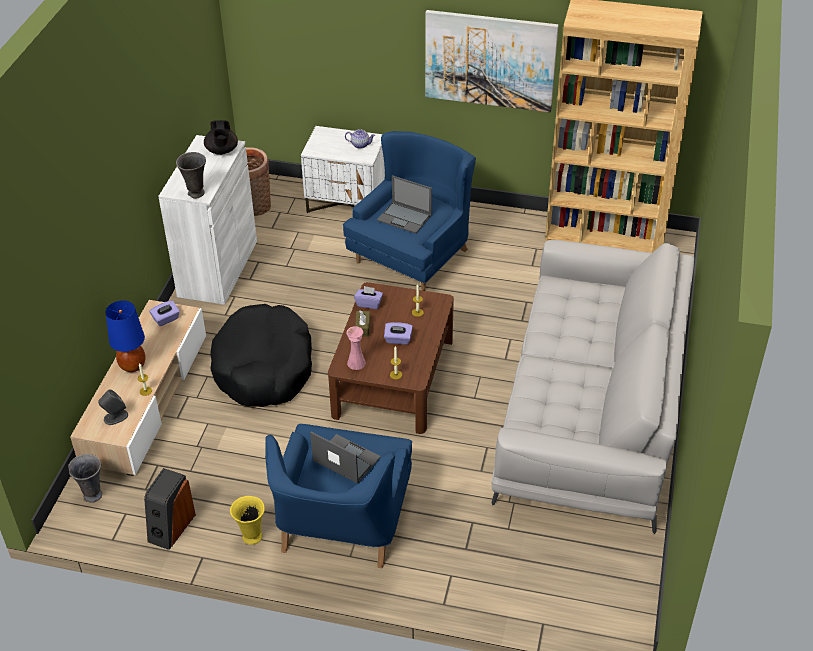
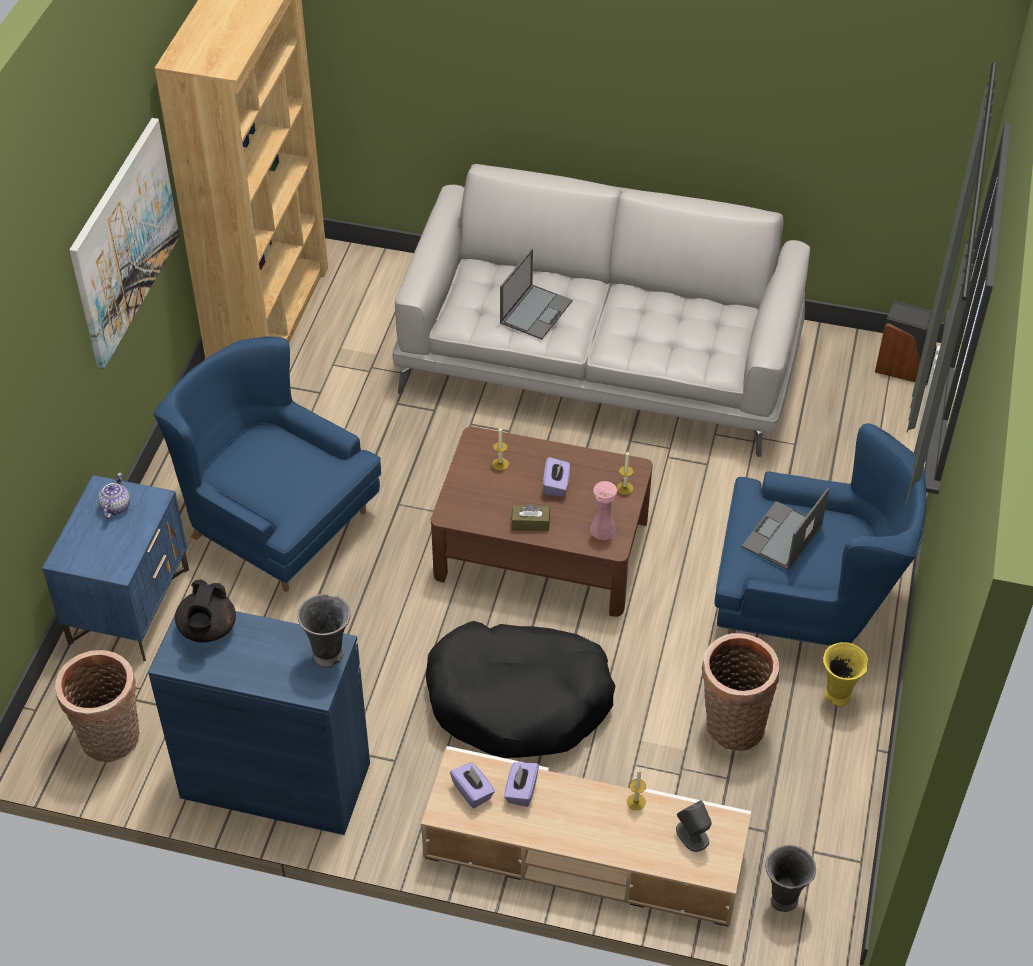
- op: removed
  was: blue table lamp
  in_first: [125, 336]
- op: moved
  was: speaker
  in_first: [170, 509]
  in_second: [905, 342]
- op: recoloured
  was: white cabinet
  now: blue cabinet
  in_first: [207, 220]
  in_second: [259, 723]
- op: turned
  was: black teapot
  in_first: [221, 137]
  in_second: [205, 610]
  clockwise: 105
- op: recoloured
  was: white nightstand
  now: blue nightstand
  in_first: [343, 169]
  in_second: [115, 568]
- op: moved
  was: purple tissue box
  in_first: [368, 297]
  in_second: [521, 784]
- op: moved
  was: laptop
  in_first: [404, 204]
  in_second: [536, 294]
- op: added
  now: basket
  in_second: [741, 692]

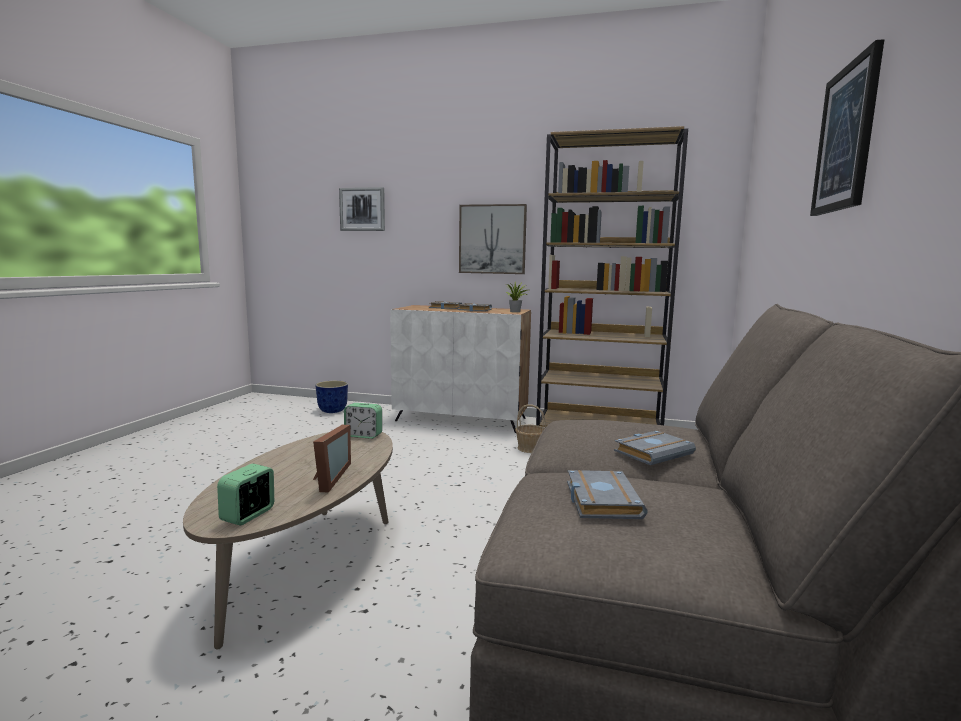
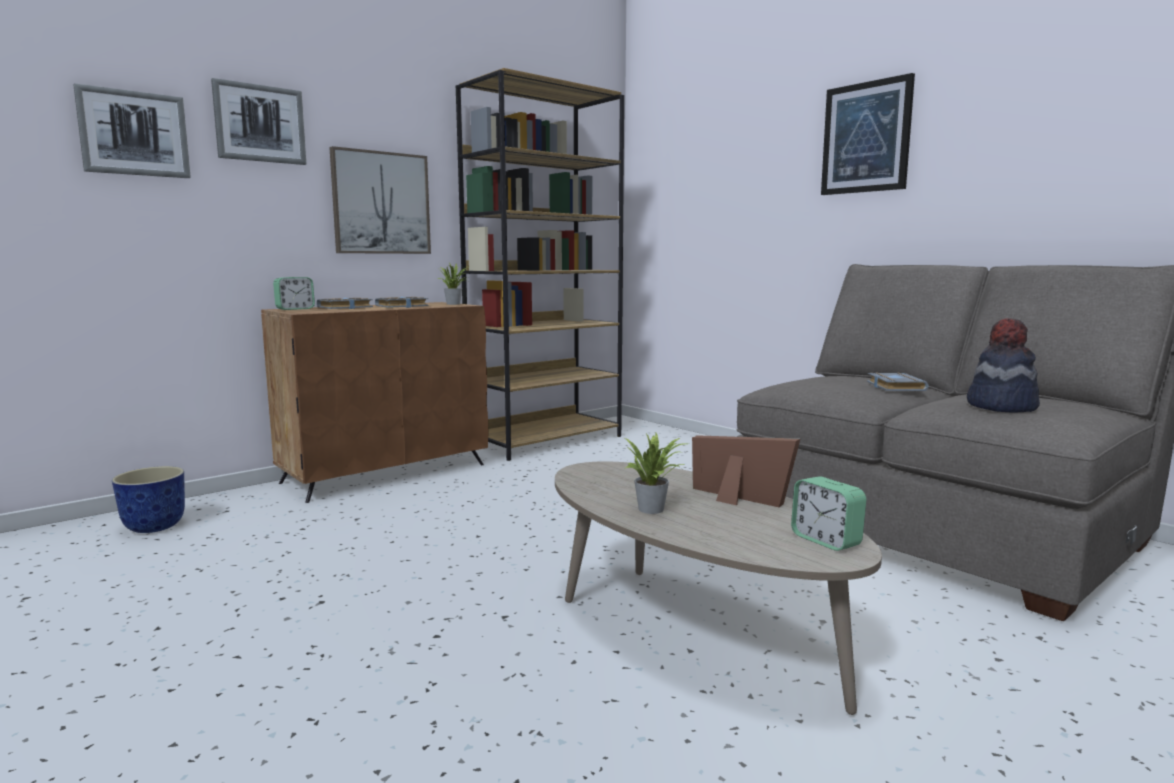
- op: moved
  was: alarm clock
  in_first: [363, 421]
  in_second: [294, 293]
- op: recoloured
  was: white cabinet
  now: brown cabinet
  in_first: [460, 369]
  in_second: [374, 402]
- op: removed
  was: basket
  in_first: [530, 428]
- op: replaced
  was: grey book
  now: hat
  in_first: [607, 494]
  in_second: [1003, 365]
- op: added
  now: picture
  in_second: [258, 121]
- op: added
  now: potted plant
  in_second: [656, 473]

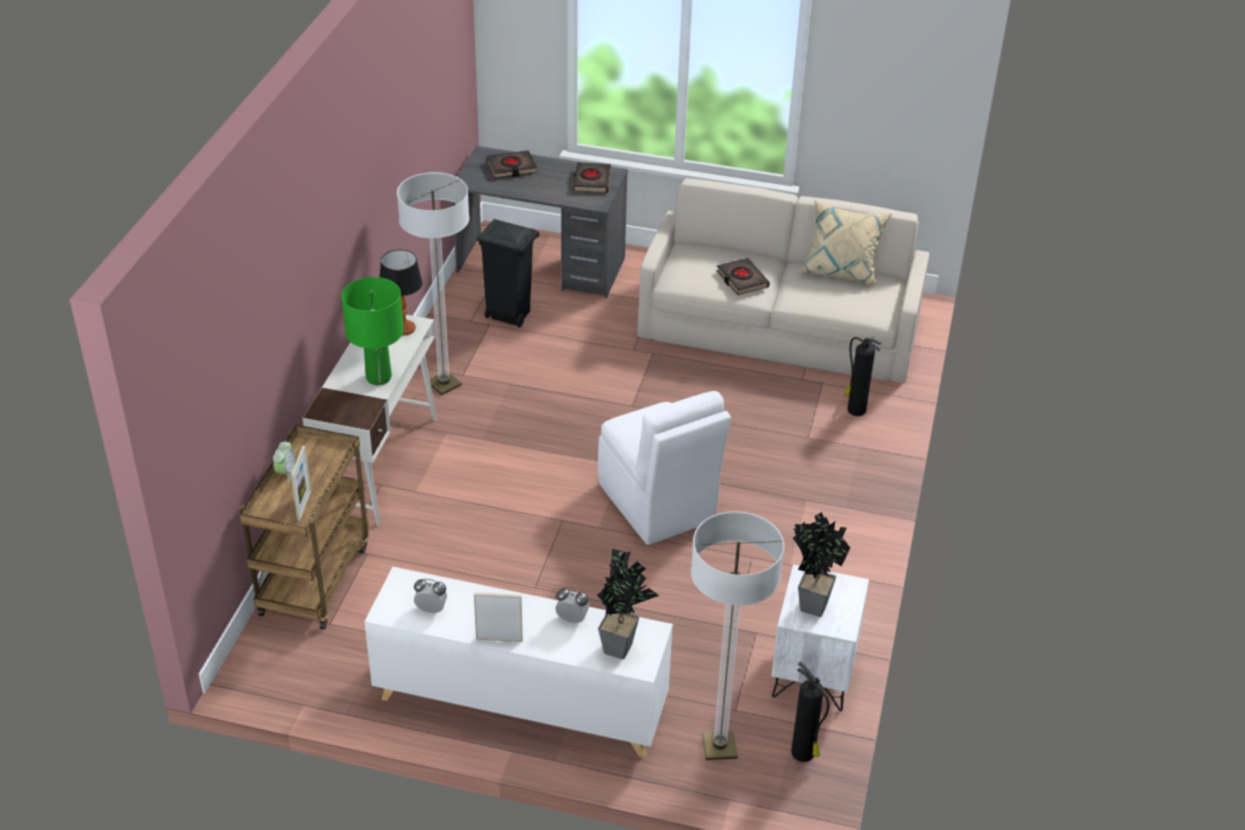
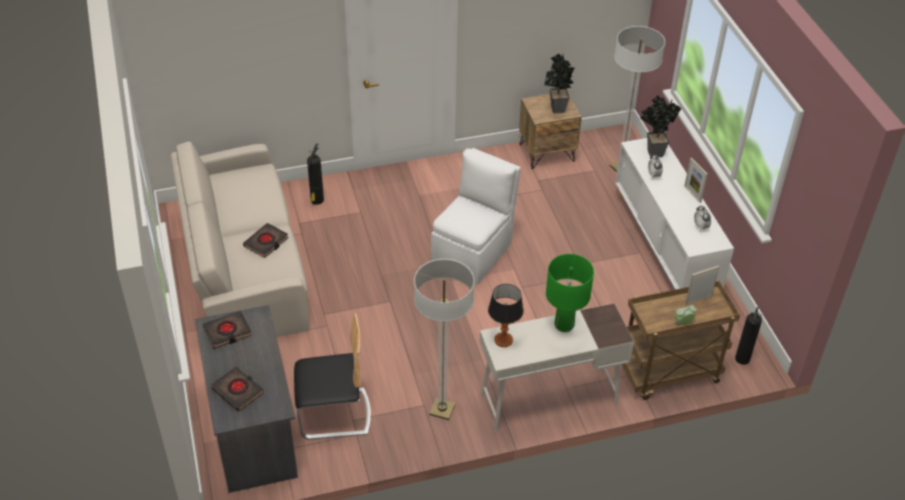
- op: replaced
  was: black trash can
  now: chair
  in_first: [507, 273]
  in_second: [332, 376]
- op: recoloured
  was: white nightstand
  now: brown nightstand
  in_first: [820, 638]
  in_second: [550, 131]
- op: moved
  was: fire extinguisher
  in_first: [810, 712]
  in_second: [748, 336]
- op: removed
  was: beige pillow
  in_first: [845, 242]

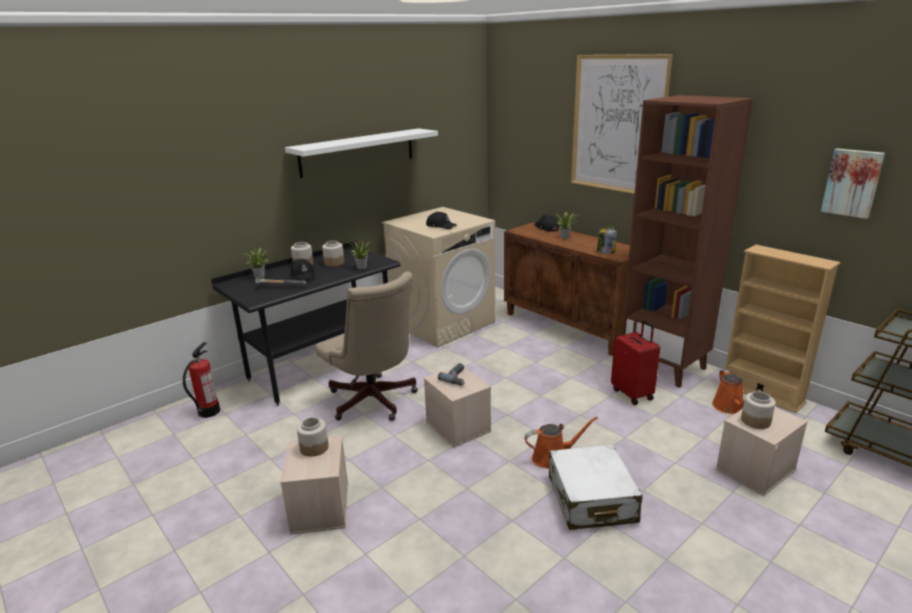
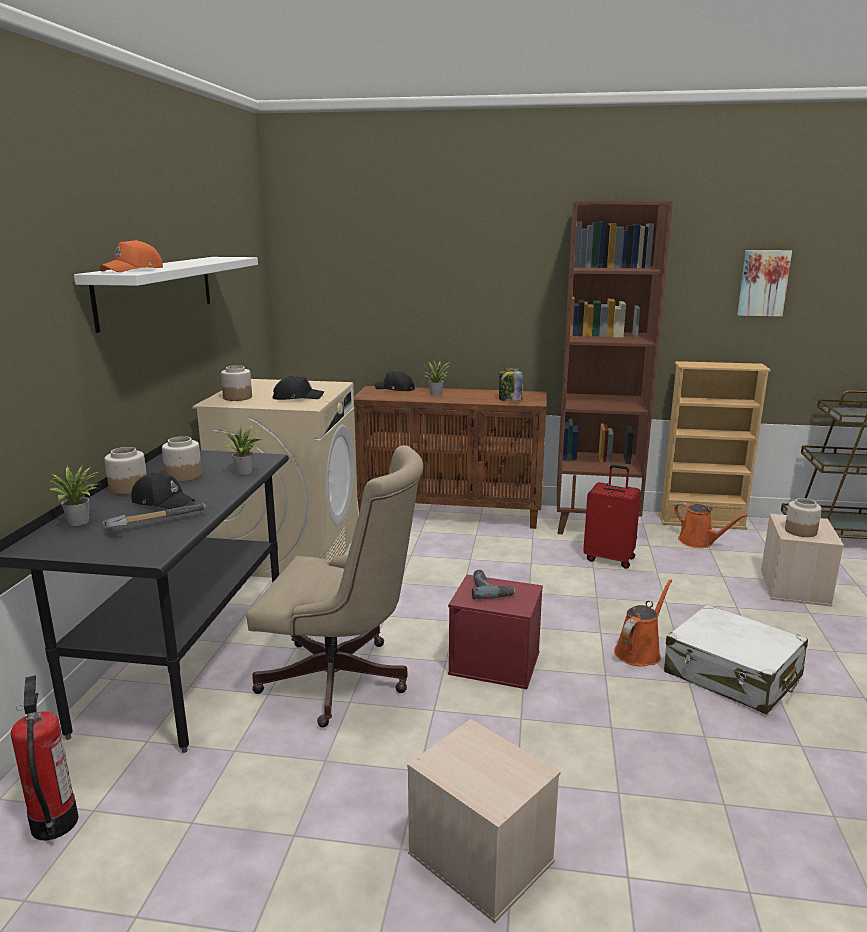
- op: moved
  was: jar
  in_first: [313, 437]
  in_second: [236, 383]
- op: recoloured
  was: beige storage box
  now: red storage box
  in_first: [457, 408]
  in_second: [495, 632]
- op: removed
  was: picture
  in_first: [622, 124]
- op: added
  now: orange cap
  in_second: [131, 256]

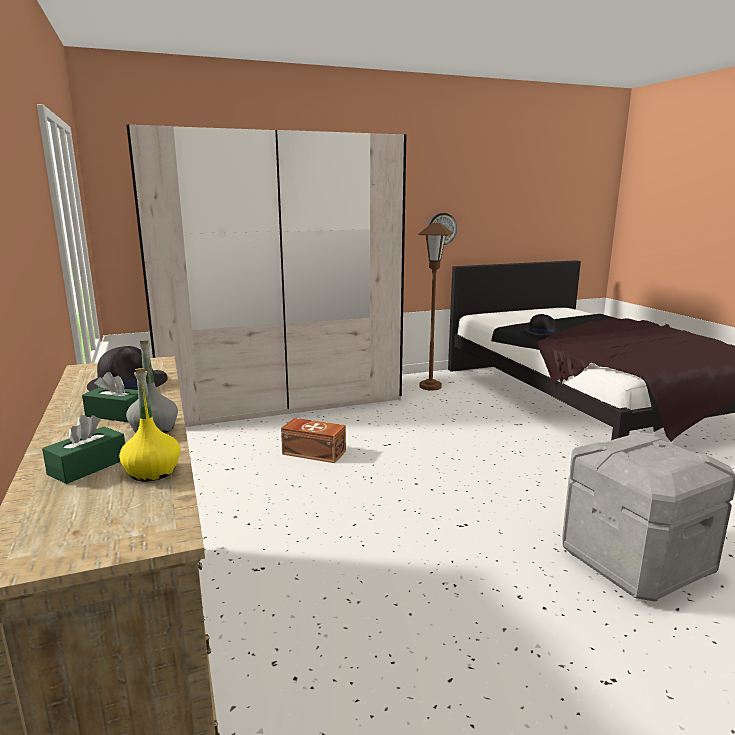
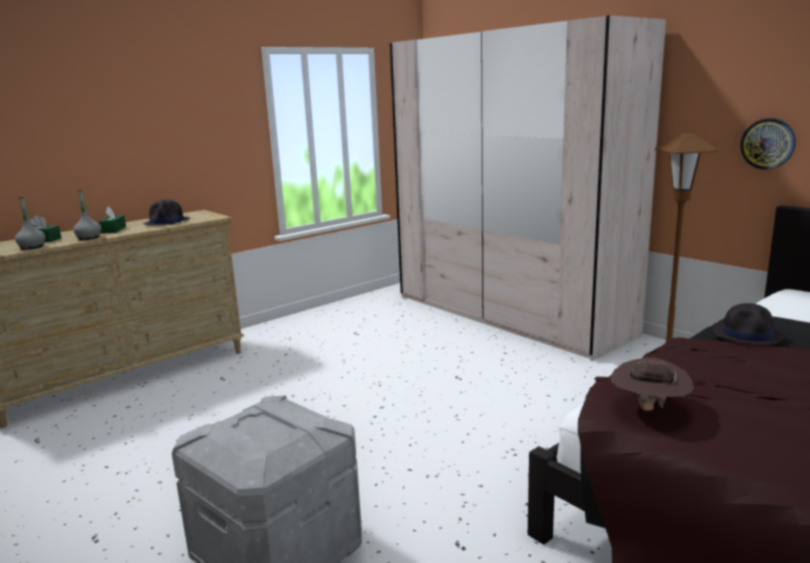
- op: recoloured
  was: yellow bottle
  now: grey bottle
  in_first: [149, 424]
  in_second: [30, 223]
- op: removed
  was: brown storage box
  in_first: [313, 440]
- op: added
  now: brown hat
  in_second: [652, 384]

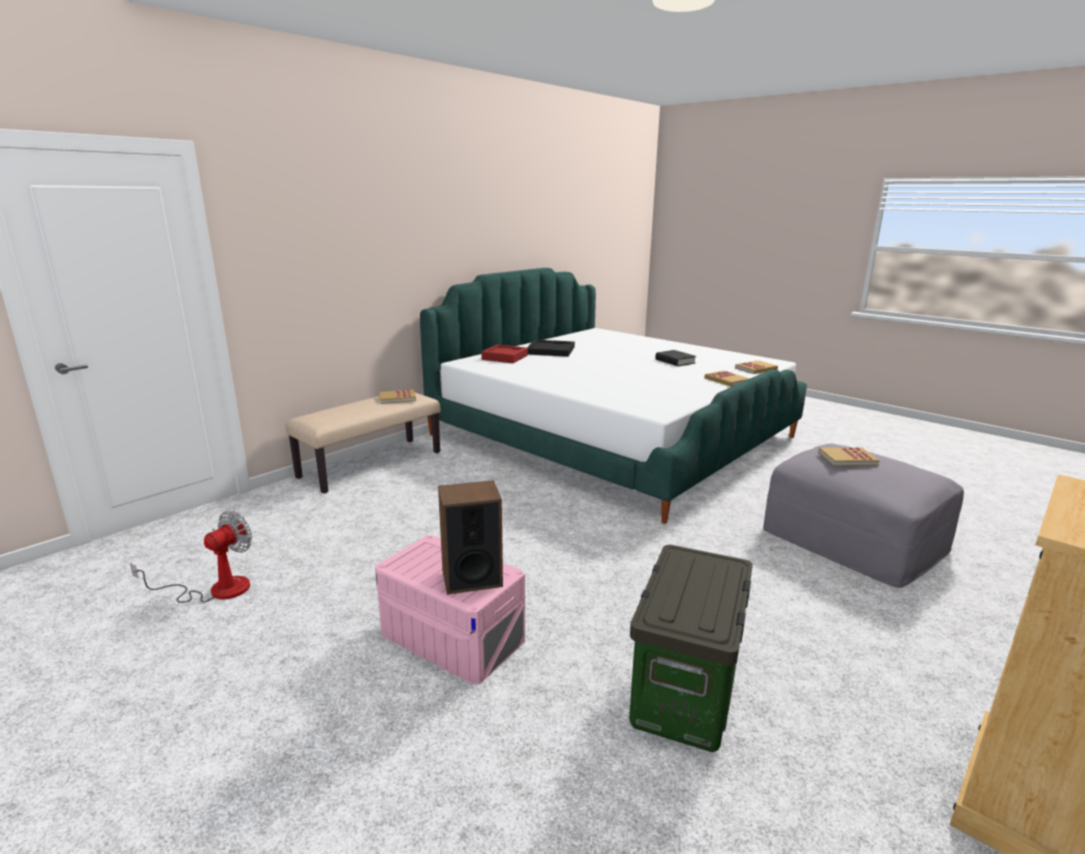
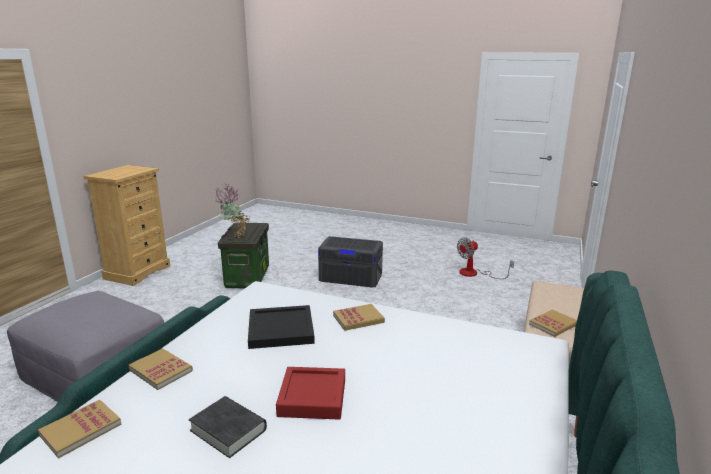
- op: turned
  was: fan
  in_first: [191, 557]
  in_second: [485, 258]
  clockwise: 45
- op: recoloured
  was: pink storage box
  now: grey storage box
  in_first: [450, 609]
  in_second: [350, 262]
- op: removed
  was: speaker
  in_first: [470, 537]
- op: moved
  was: red tray
  in_first: [504, 353]
  in_second: [310, 393]
- op: moved
  was: black tray
  in_first: [551, 348]
  in_second: [281, 327]
- op: moved
  was: book
  in_first: [849, 456]
  in_second: [359, 317]
- op: added
  now: potted plant
  in_second: [232, 210]

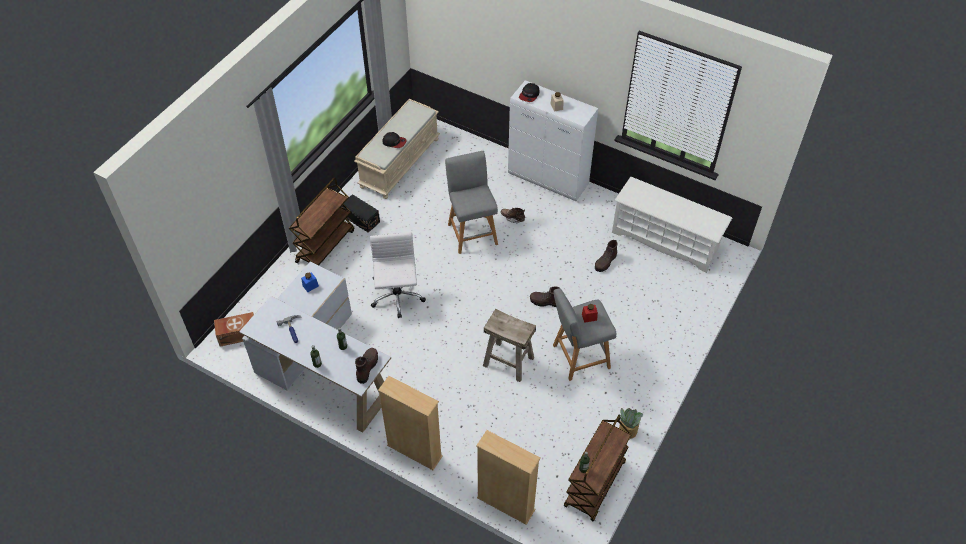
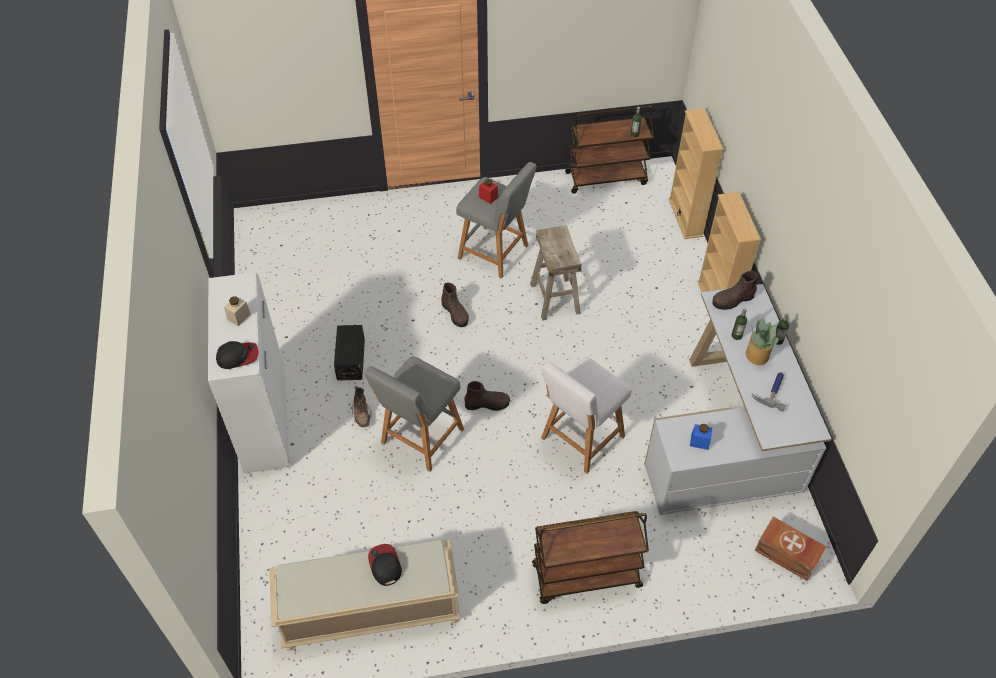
- op: moved
  was: black storage box
  in_first: [360, 213]
  in_second: [349, 353]
- op: replaced
  was: white office chair
  now: white stool
  in_first: [398, 275]
  in_second: [586, 415]
- op: moved
  was: brown boot
  in_first: [606, 256]
  in_second: [487, 396]
- op: removed
  was: white shoe rack
  in_first: [672, 225]
- op: moved
  was: potted plant
  in_first: [631, 423]
  in_second: [762, 341]

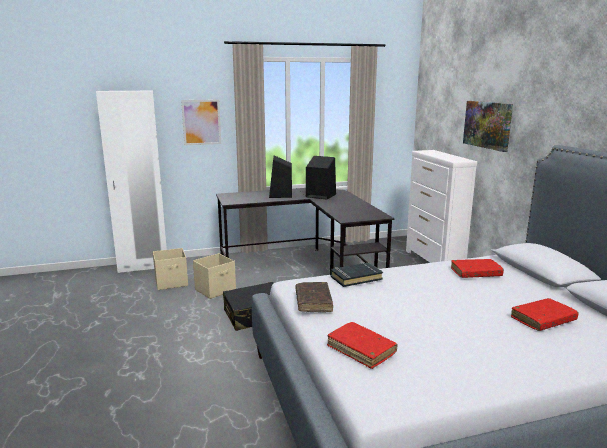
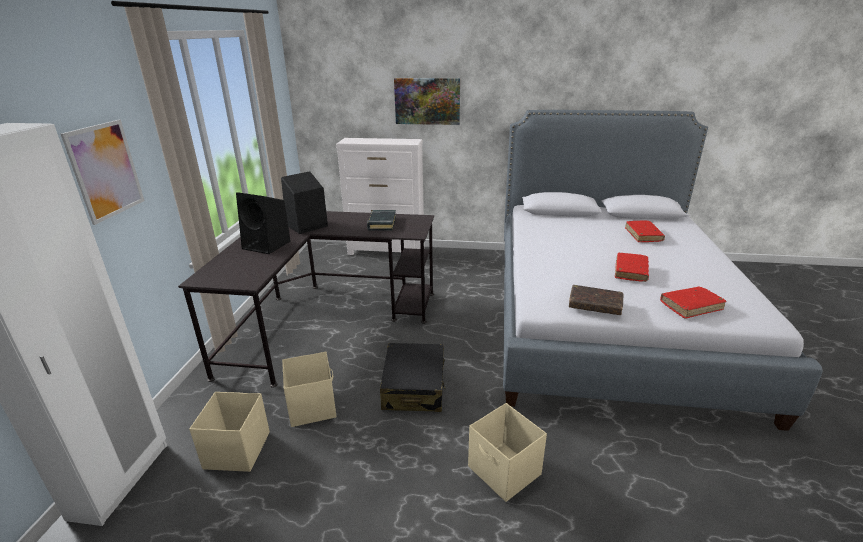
- op: moved
  was: black book
  in_first: [356, 275]
  in_second: [381, 220]
- op: moved
  was: red book
  in_first: [477, 268]
  in_second: [632, 267]
- op: added
  now: beige storage box
  in_second: [507, 452]

